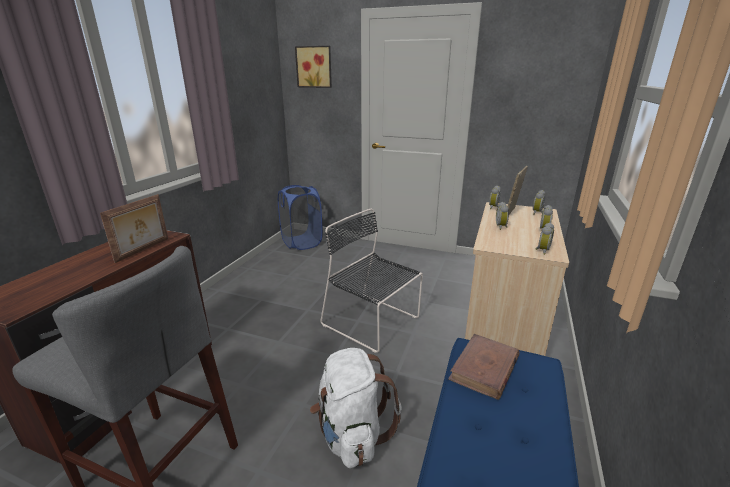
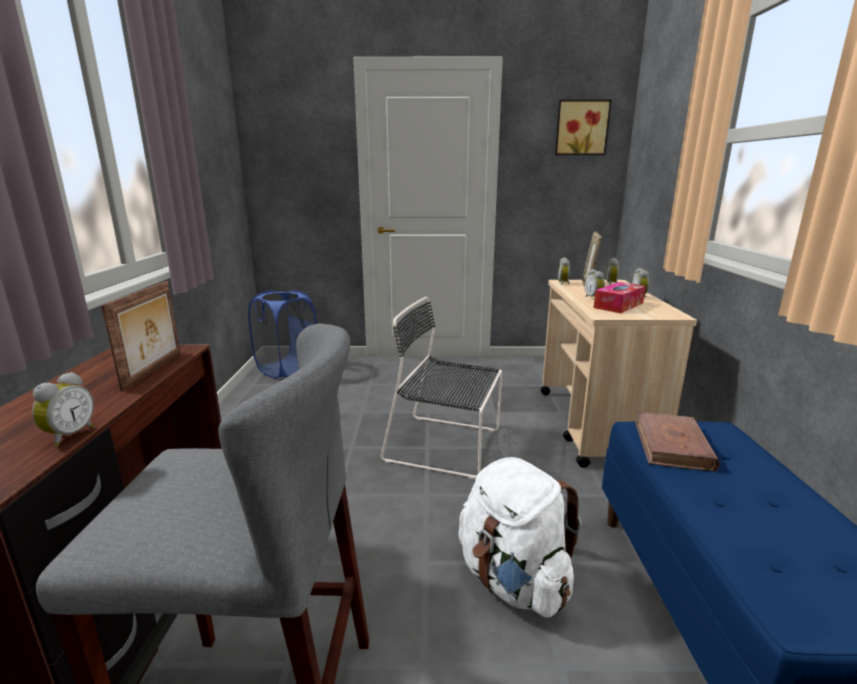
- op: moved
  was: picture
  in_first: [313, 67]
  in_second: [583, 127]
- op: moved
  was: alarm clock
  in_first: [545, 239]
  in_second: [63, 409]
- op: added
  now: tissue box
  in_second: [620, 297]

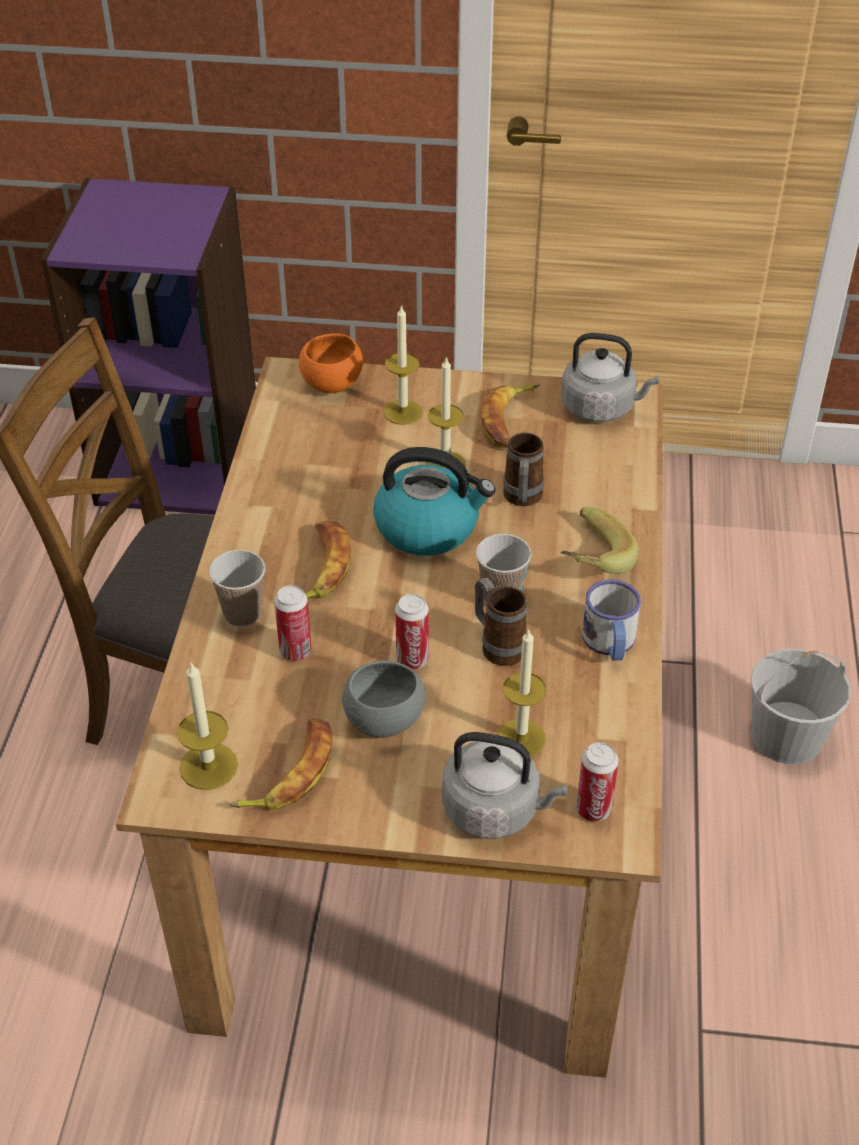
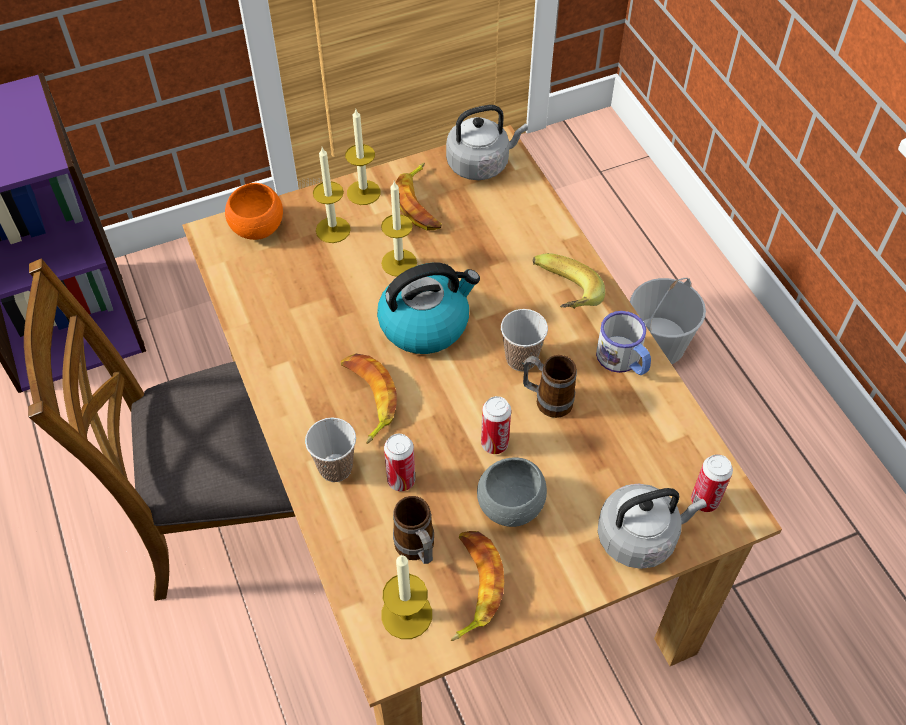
- op: moved
  was: candle
  in_first: [521, 692]
  in_second: [362, 157]
- op: moved
  was: mug
  in_first: [523, 469]
  in_second: [413, 530]

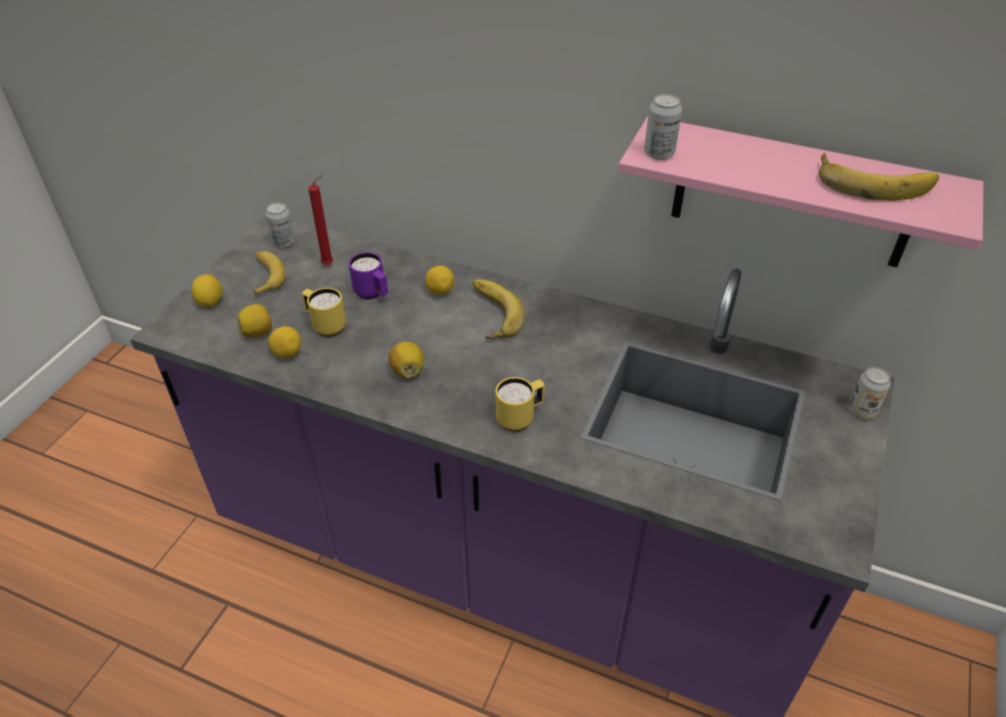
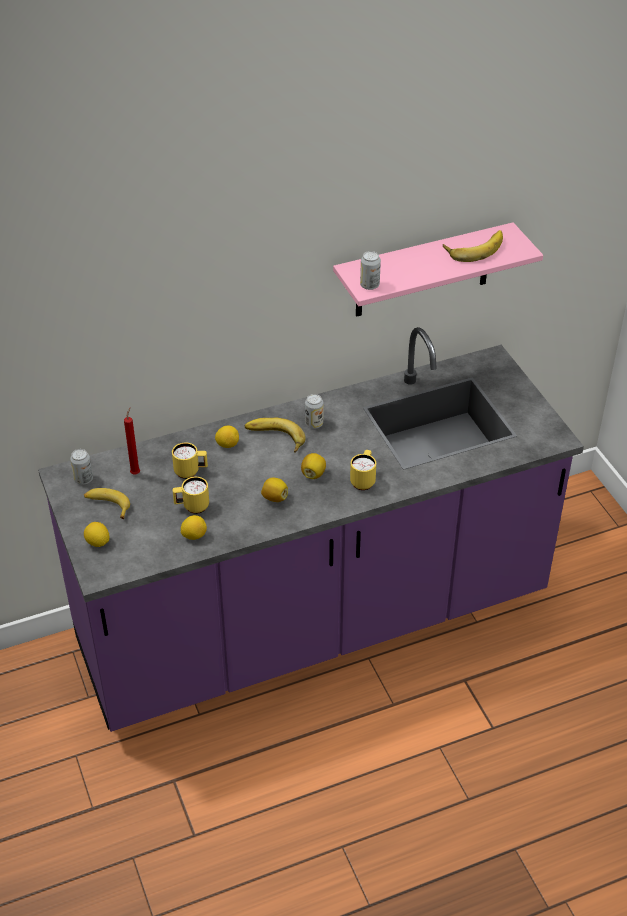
- op: moved
  was: lemon
  in_first: [255, 320]
  in_second: [313, 466]
- op: recoloured
  was: purple mug
  now: yellow mug
  in_first: [368, 275]
  in_second: [190, 460]
- op: moved
  was: can
  in_first: [869, 393]
  in_second: [314, 411]

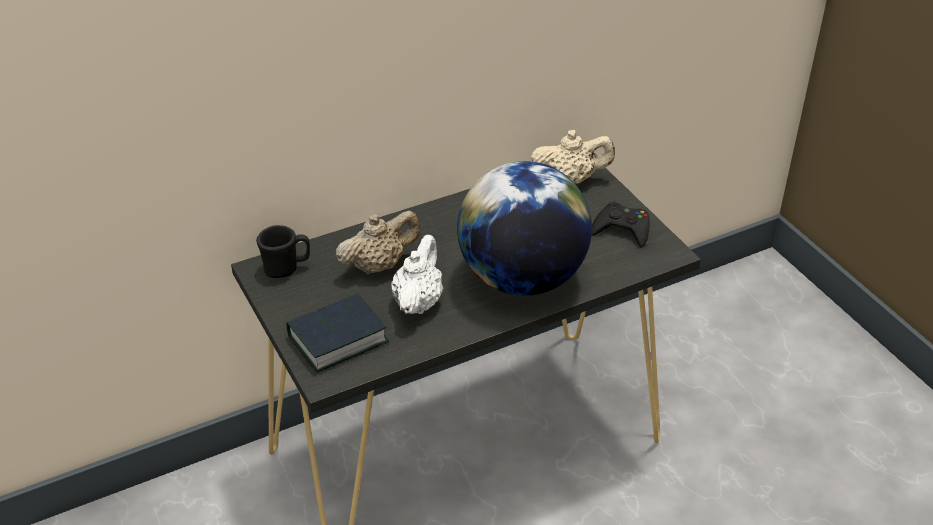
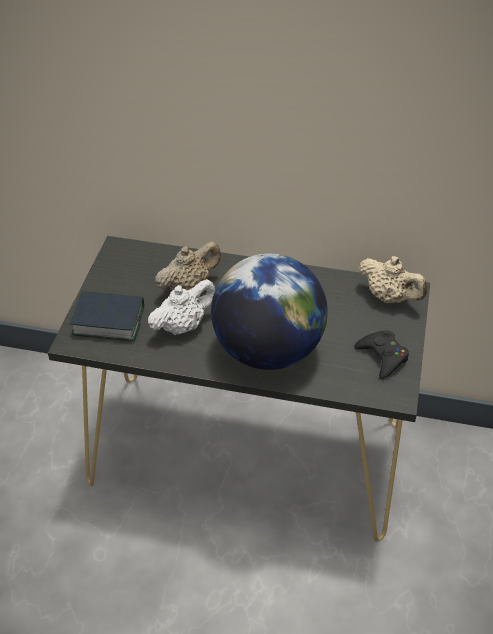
- op: removed
  was: black mug
  in_first: [283, 251]
- op: turned
  was: beige teapot
  in_first: [378, 242]
  in_second: [188, 266]
  clockwise: -45

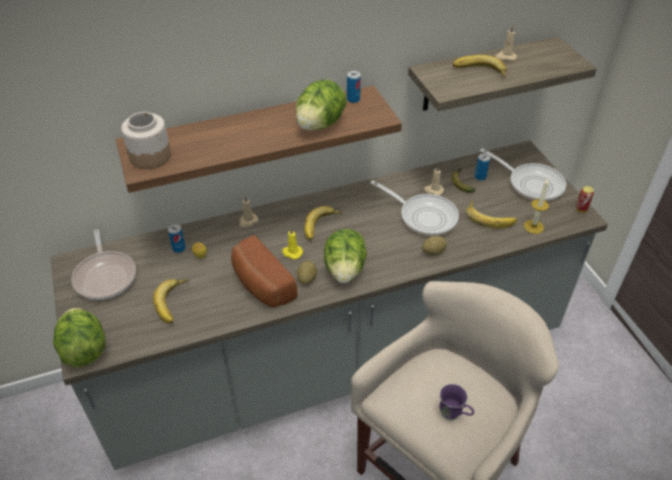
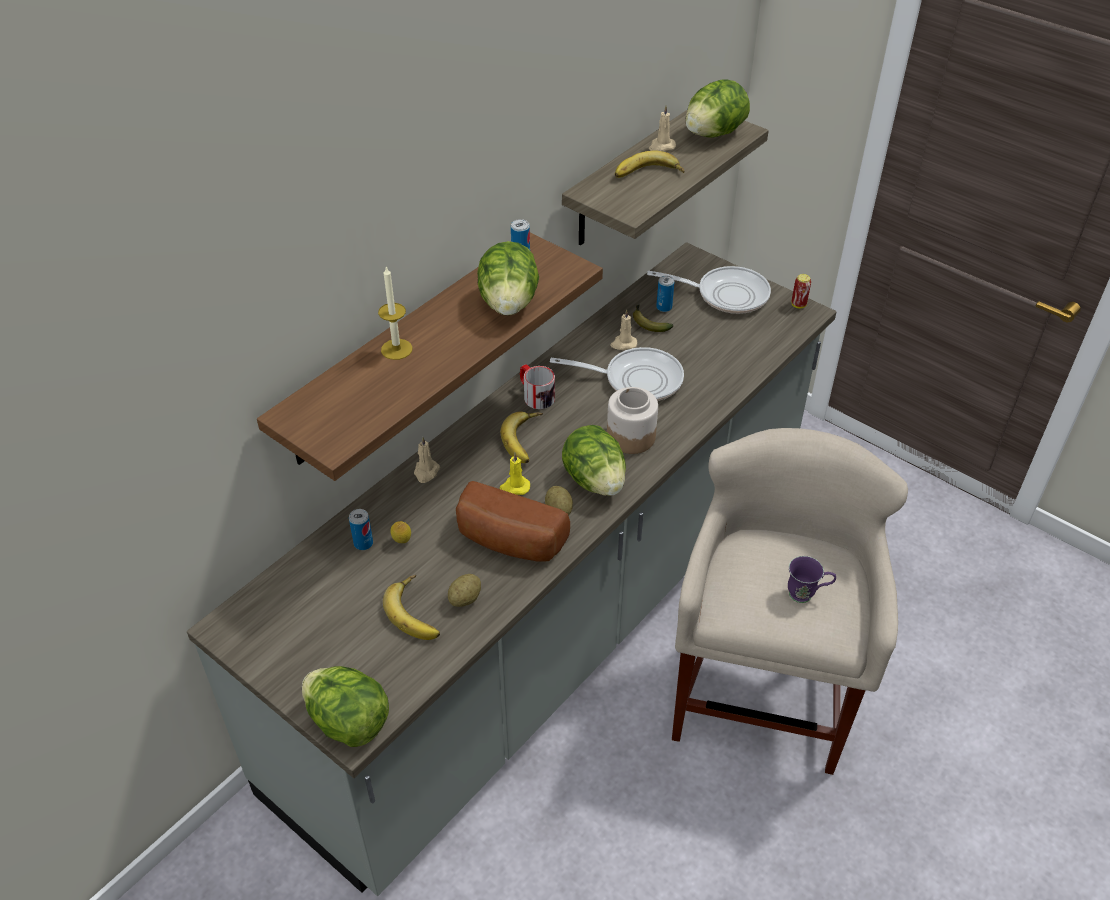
- op: removed
  was: frying pan
  in_first: [104, 264]
- op: moved
  was: jar
  in_first: [146, 140]
  in_second: [632, 420]
- op: moved
  was: potato
  in_first: [434, 245]
  in_second: [464, 590]
- op: removed
  was: banana
  in_first: [491, 214]
- op: moved
  was: candle
  in_first: [536, 206]
  in_second: [395, 313]
- op: added
  now: mug
  in_second: [537, 386]
- op: added
  now: lettuce
  in_second: [717, 109]

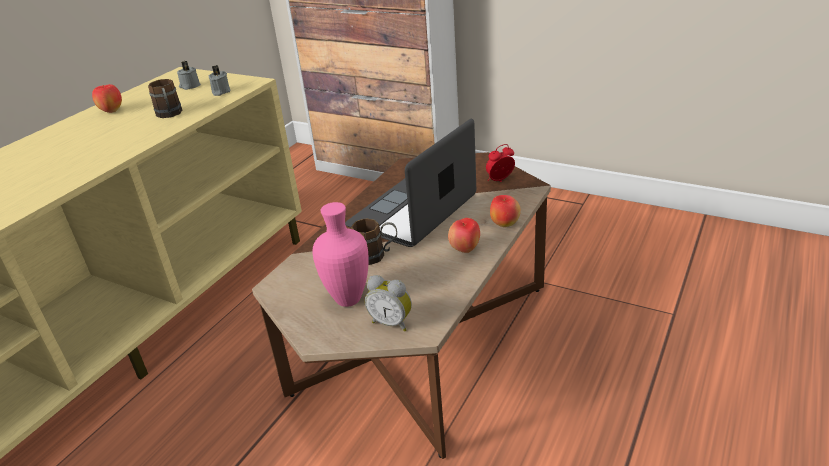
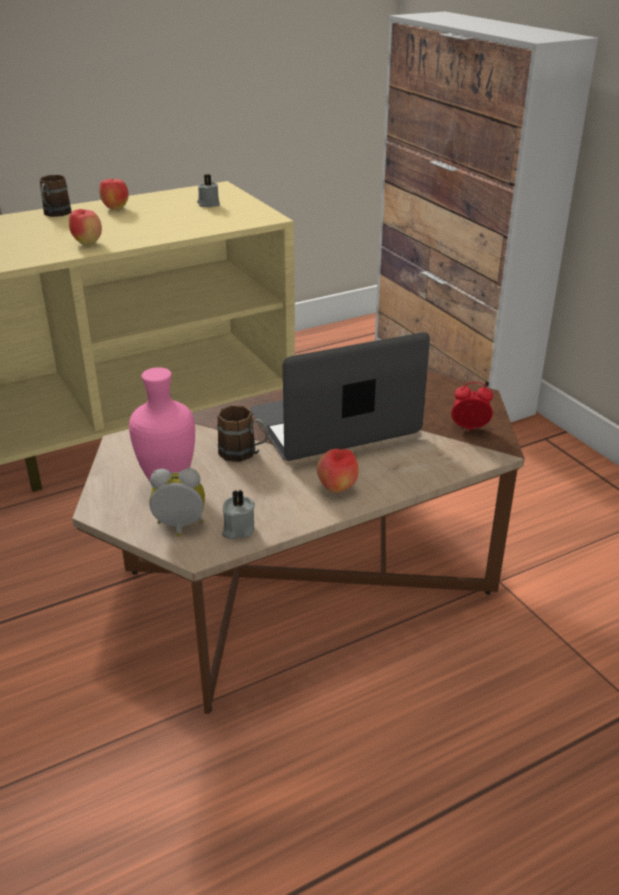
- op: moved
  was: brown mug
  in_first: [165, 98]
  in_second: [55, 196]
- op: moved
  was: grey candle
  in_first: [220, 80]
  in_second: [238, 514]
- op: turned
  was: alarm clock
  in_first: [388, 303]
  in_second: [177, 502]
  clockwise: 120
- op: moved
  was: apple
  in_first: [505, 211]
  in_second: [85, 227]

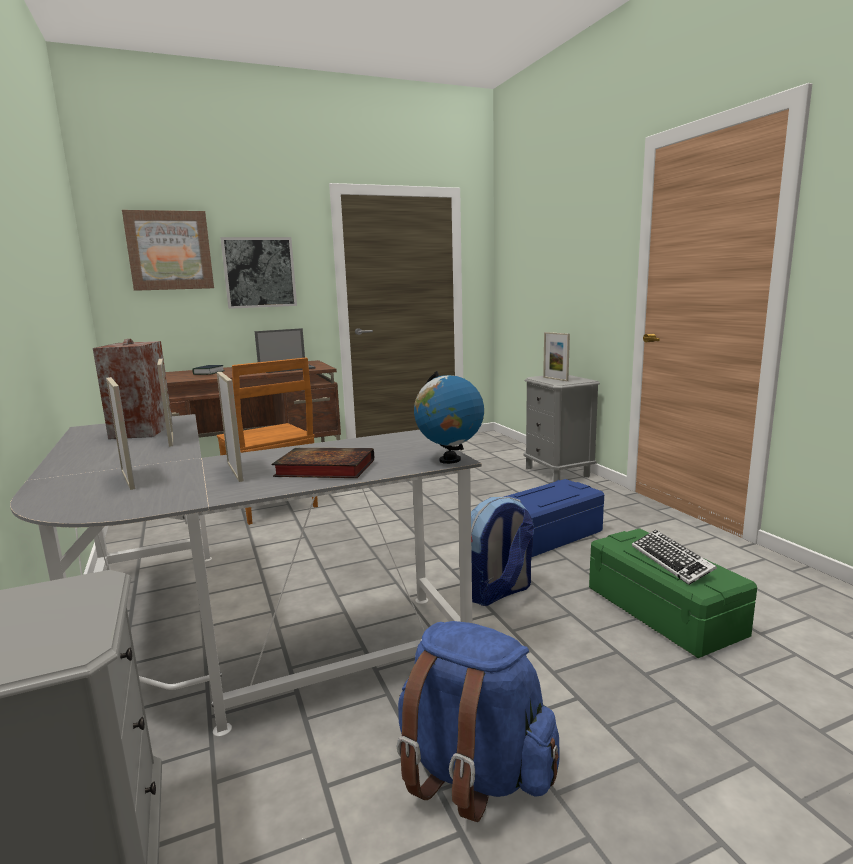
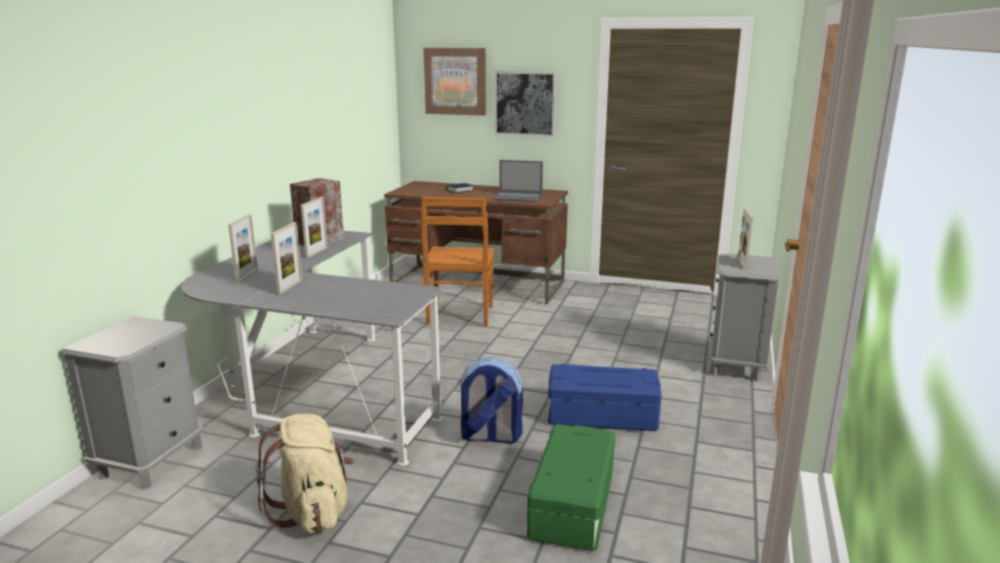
- op: removed
  was: book
  in_first: [323, 463]
- op: recoloured
  was: blue backpack
  now: beige backpack
  in_first: [478, 721]
  in_second: [304, 473]
- op: removed
  was: globe
  in_first: [449, 417]
- op: removed
  was: keyboard
  in_first: [674, 557]

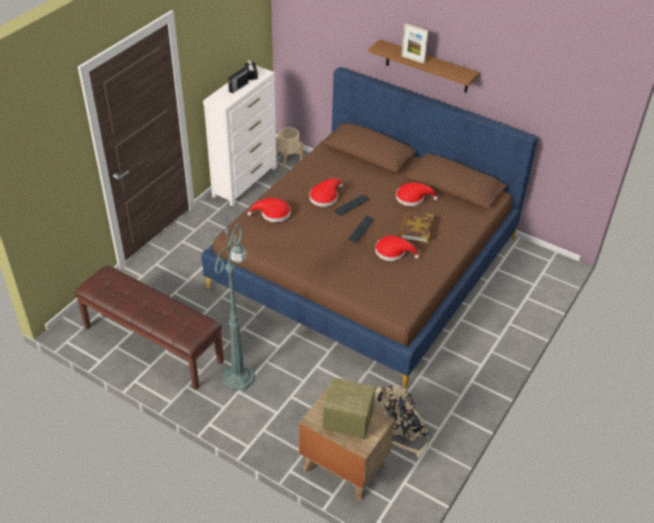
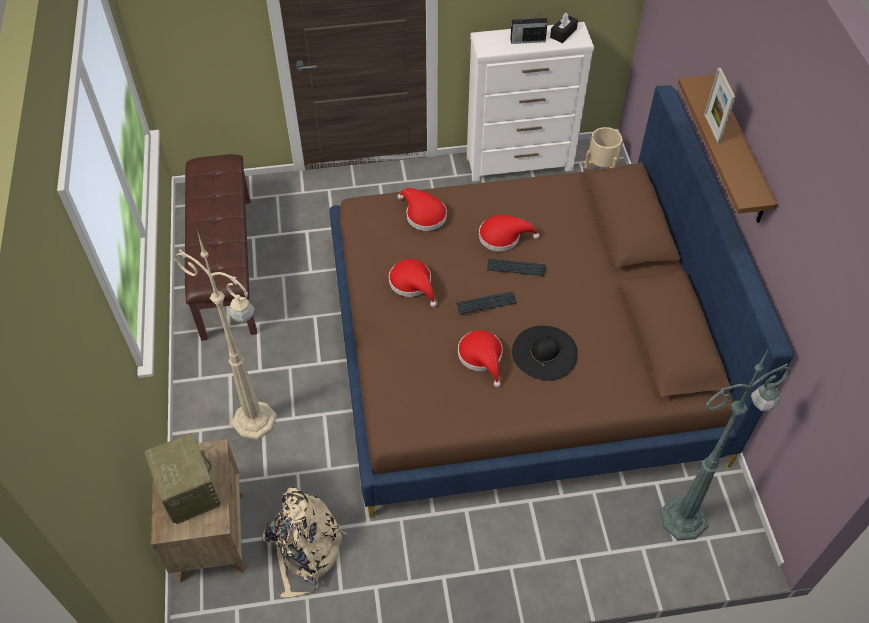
- op: moved
  was: green floor lamp
  in_first: [235, 303]
  in_second: [725, 443]
- op: moved
  was: red hat
  in_first: [417, 194]
  in_second: [413, 283]
- op: replaced
  was: book
  now: black hat
  in_first: [416, 227]
  in_second: [545, 353]
- op: added
  now: beige floor lamp
  in_second: [226, 335]

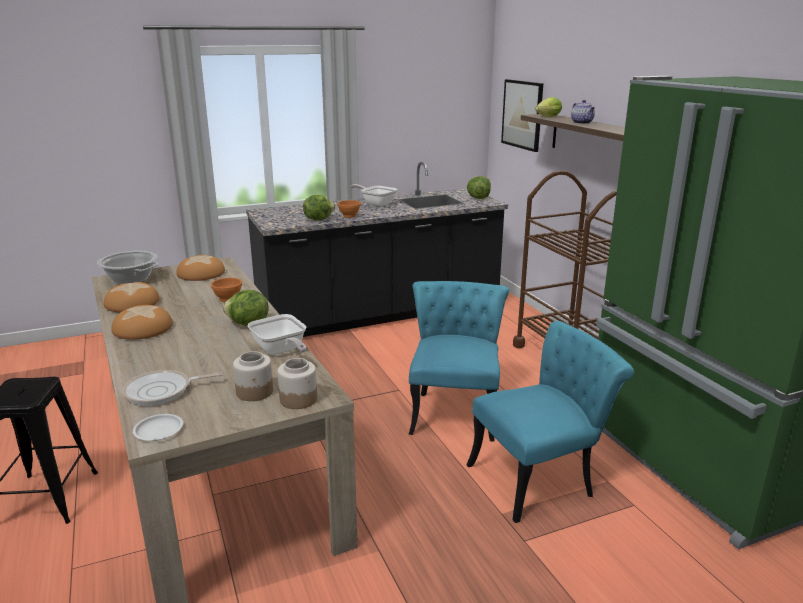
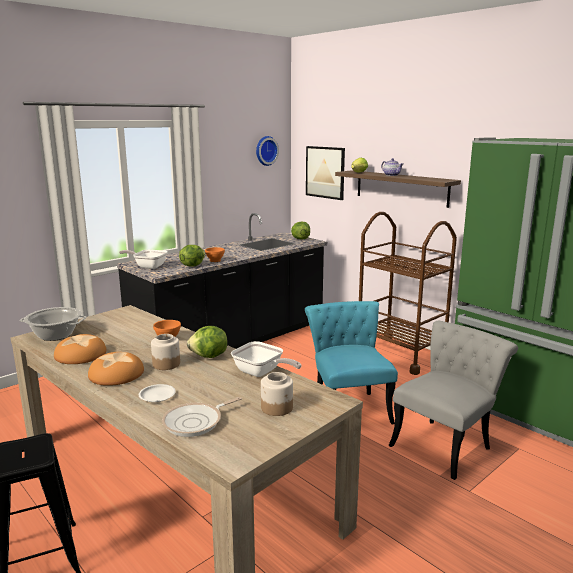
- op: moved
  was: white plate
  in_first: [158, 427]
  in_second: [157, 393]
- op: removed
  was: bread
  in_first: [200, 268]
- op: moved
  was: jar
  in_first: [297, 383]
  in_second: [165, 352]
- op: moved
  was: frying pan
  in_first: [373, 195]
  in_second: [143, 259]
- op: recoloured
  was: turquoise chair
  now: grey chair
  in_first: [550, 422]
  in_second: [453, 400]
- op: added
  now: wall clock
  in_second: [267, 151]

